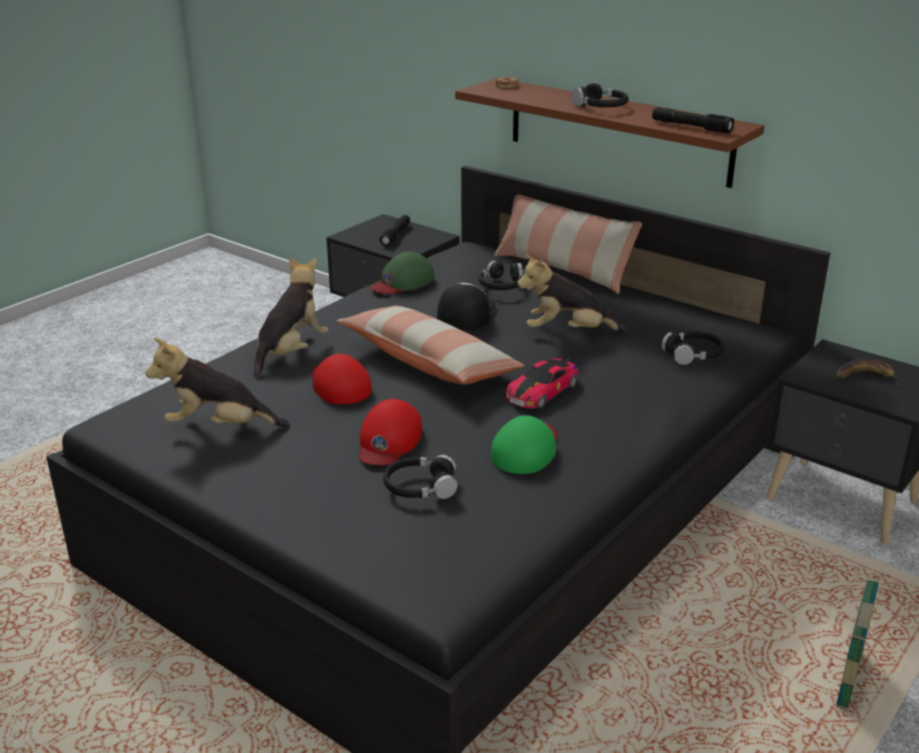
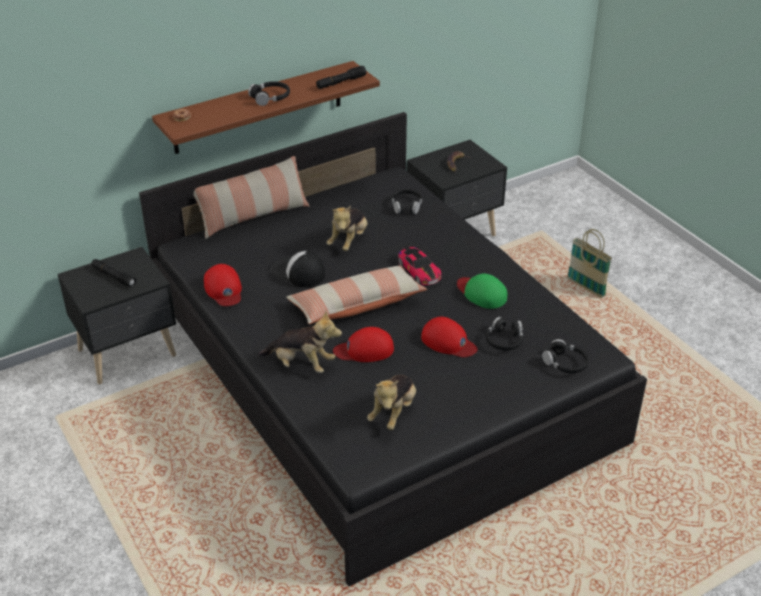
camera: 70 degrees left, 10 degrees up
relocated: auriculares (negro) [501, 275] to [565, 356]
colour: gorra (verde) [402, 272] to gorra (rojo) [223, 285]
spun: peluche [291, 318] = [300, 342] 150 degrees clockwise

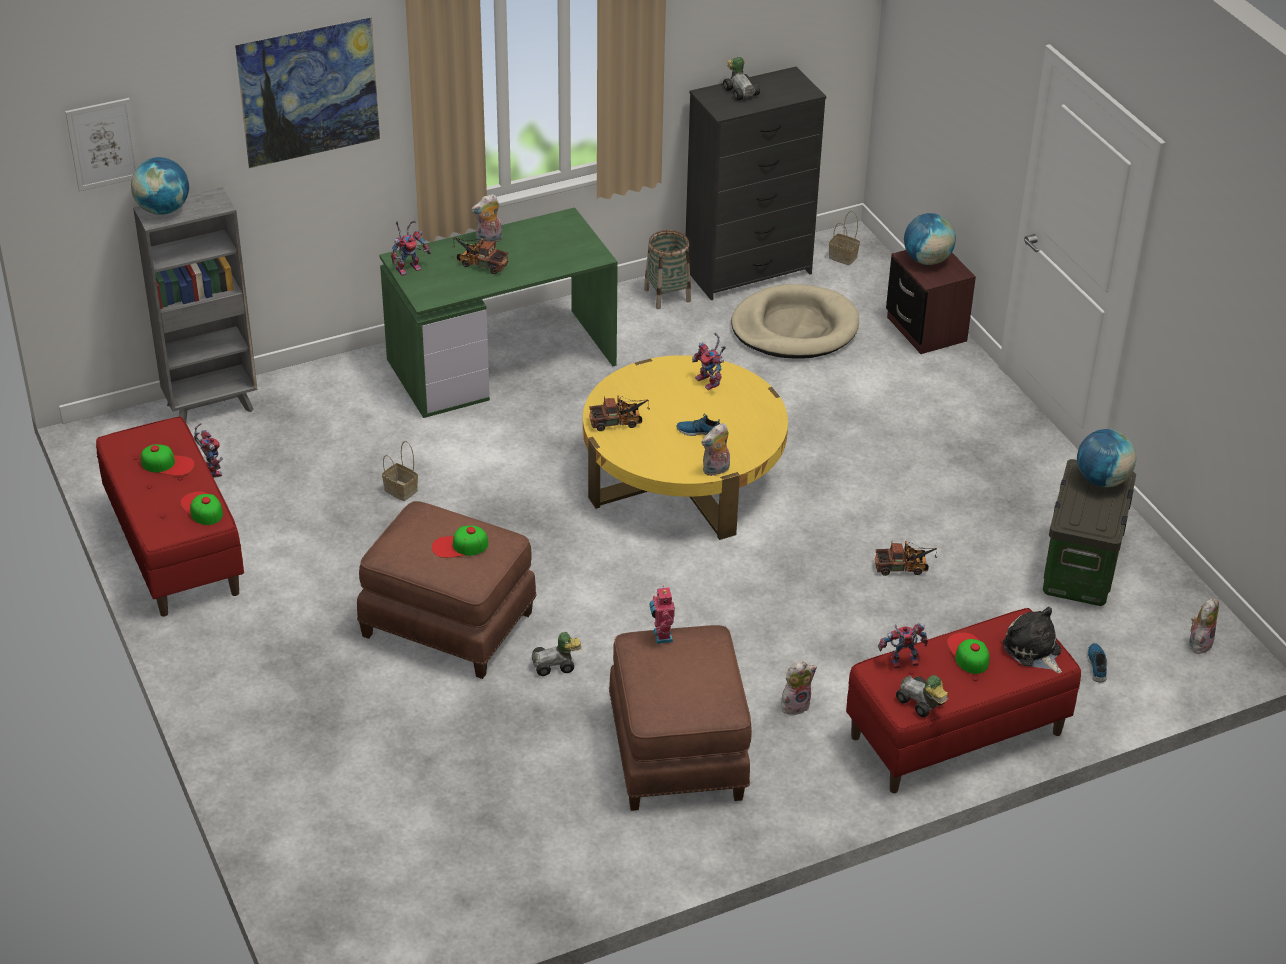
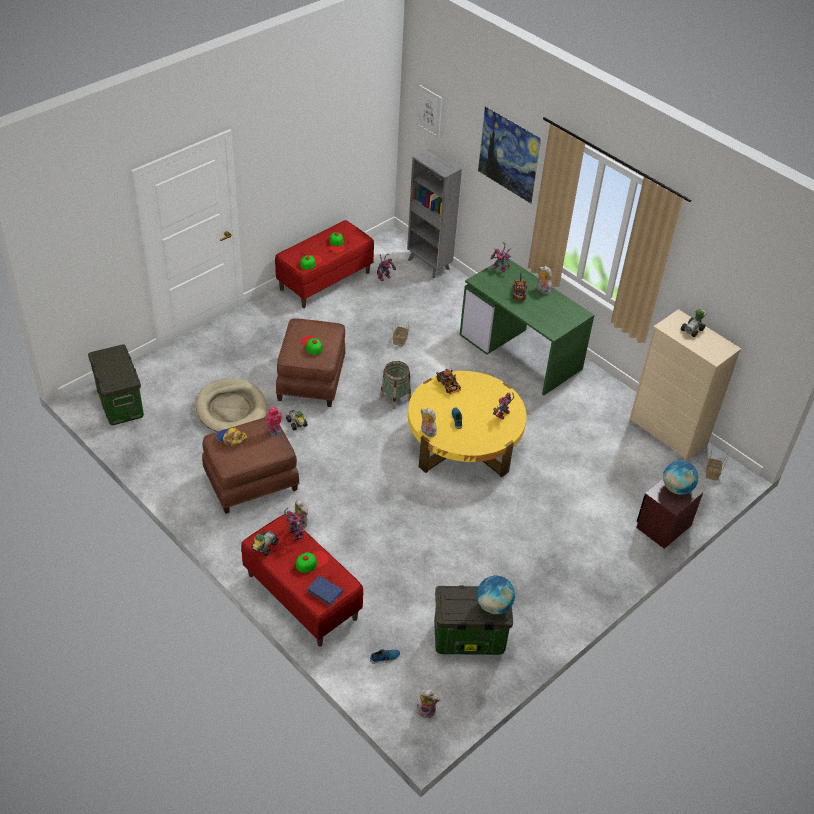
camera: 70 degrees right, 5 degrees up
missing: globo terráqueo [160, 186]; camión de juguete [906, 558]
appeared: caja de almacenaje [116, 384]; gorra [232, 437]
relocated: cesta [667, 269] to [395, 385]; cama para perro (beis) [795, 321] to [232, 405]
exchanged: peluche [1032, 640] to libro (azul) [325, 590]
colour: cómoda (negro) [756, 183] to cómoda (beis) [684, 385]

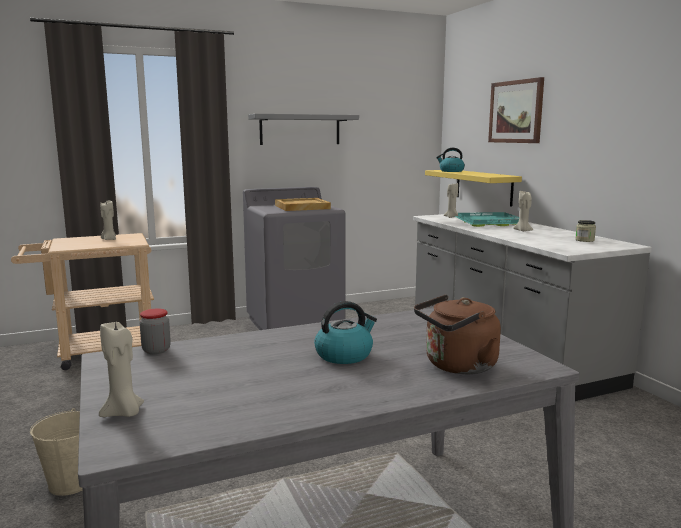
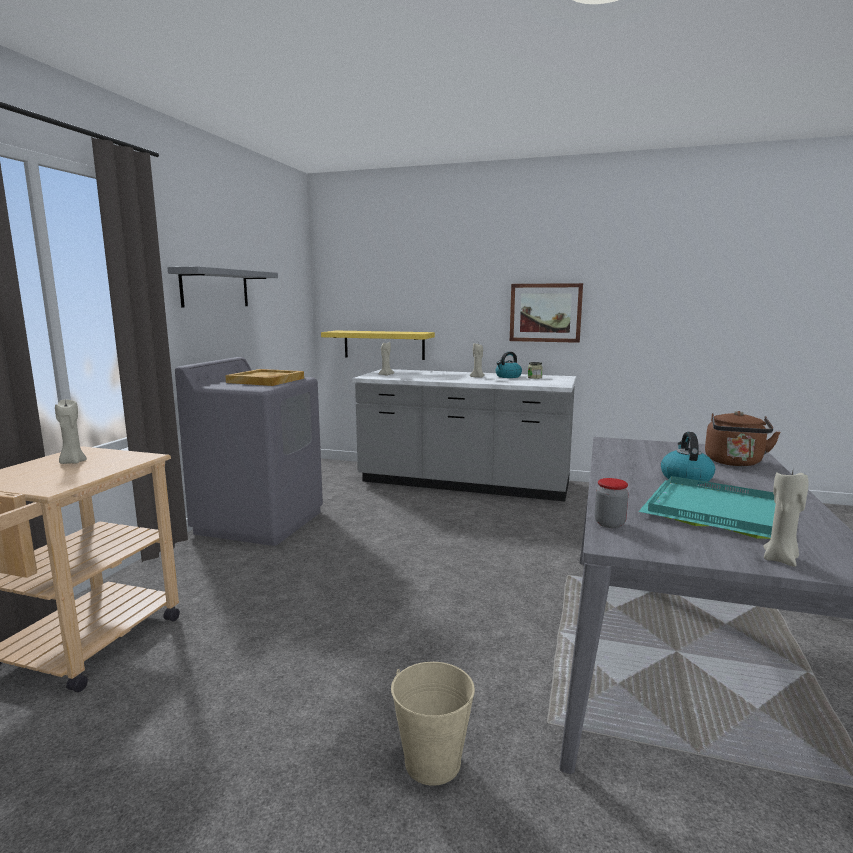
camera: 50 degrees left, 0 degrees up
relocated: hervidor [450, 160] to [508, 365]; bandeja (turquesa) [486, 219] to [707, 507]; cuadro [516, 110] to [546, 313]

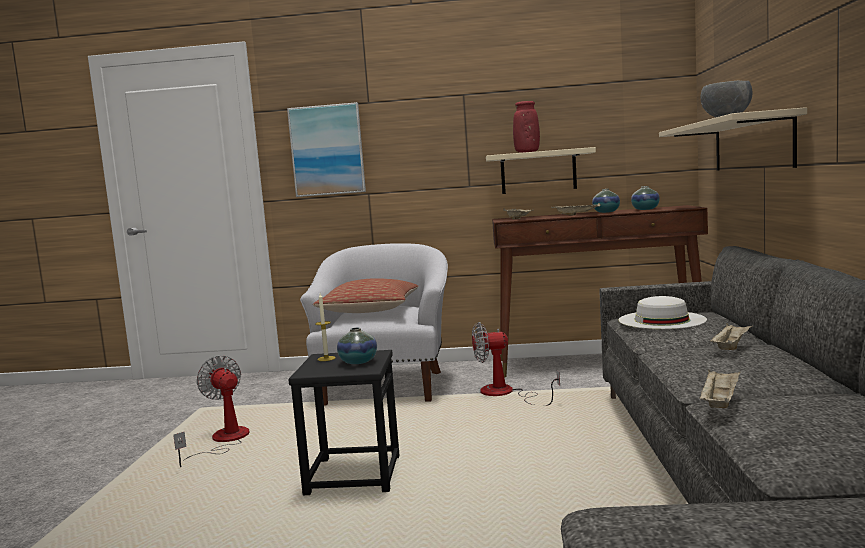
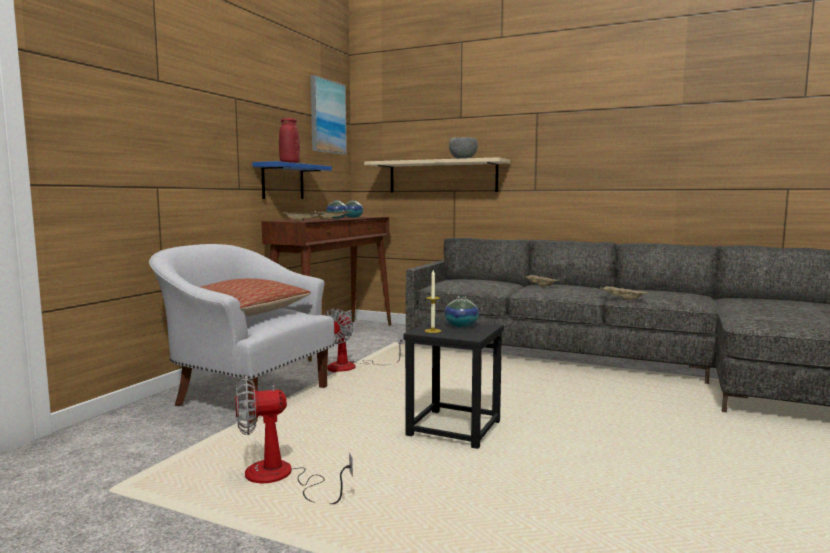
camera: 70 degrees left, 0 degrees up
missing: sombrero (blanco) [662, 312]
relocated: cuadro [326, 149] to [328, 115]
colour: estante (beis) [541, 170] to estante (azul) [292, 180]

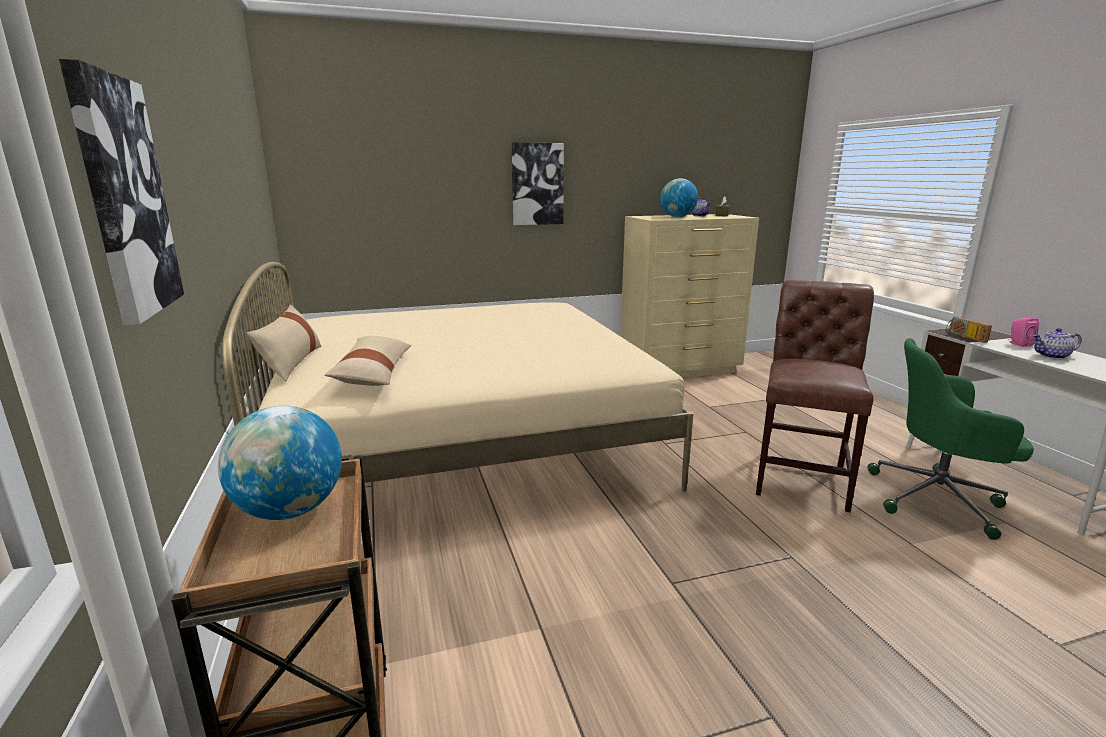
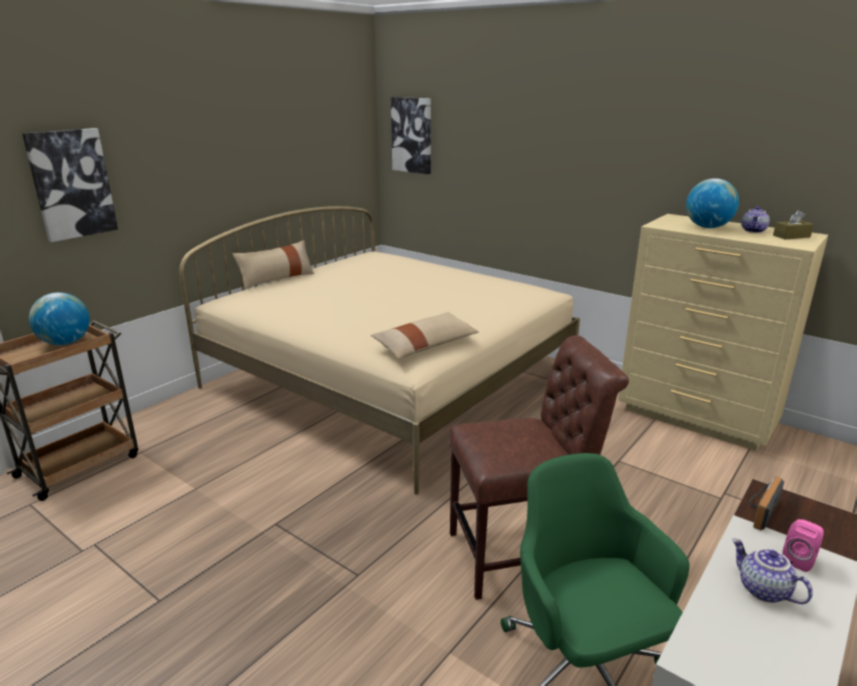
camera: 55 degrees right, 5 degrees up
relocated: cojín (beis) [367, 361] to [424, 335]; cuadro [538, 183] to [411, 135]

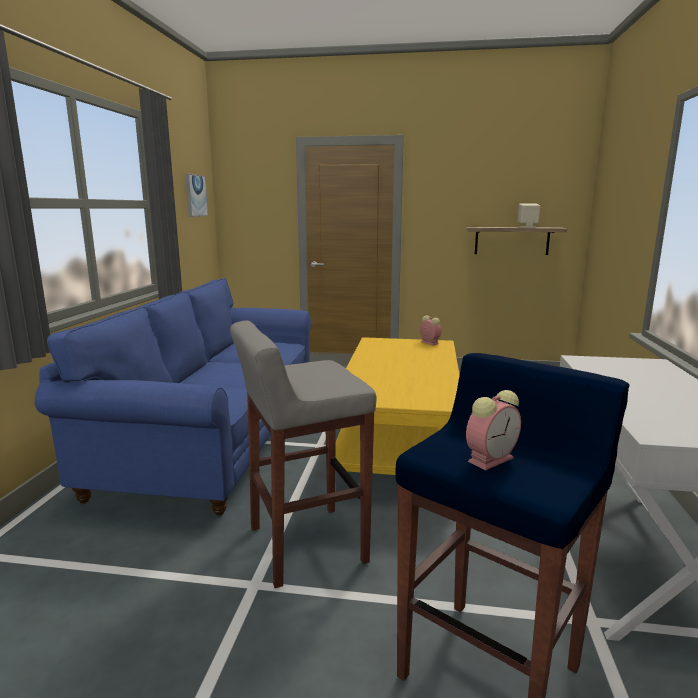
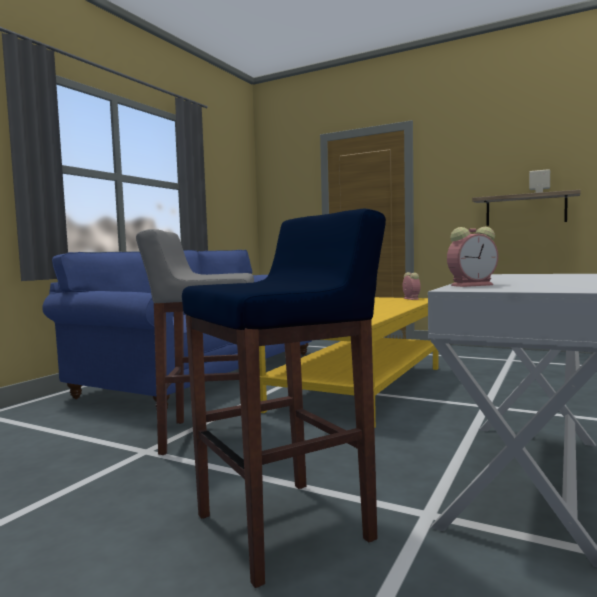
camera: 20 degrees right, 10 degrees down
missing: cuadro [196, 195]
relocated: despertador [493, 430] to [472, 257]

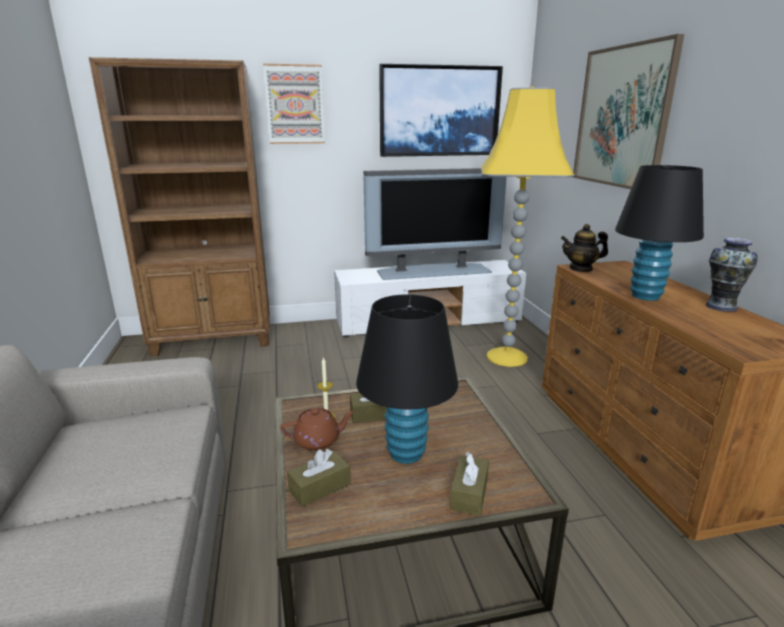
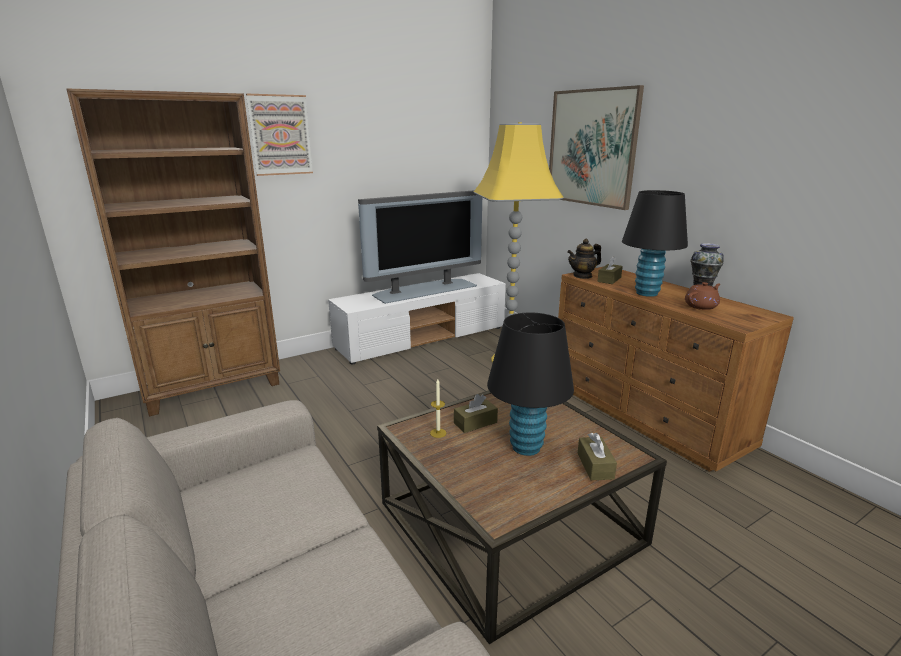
camera: 20 degrees left, 0 degrees up
missing: cuadro [441, 110]
relocated: tetera (marrón) [317, 429] to [702, 296]; caja de pañuelos (marrón) [319, 478] to [610, 270]

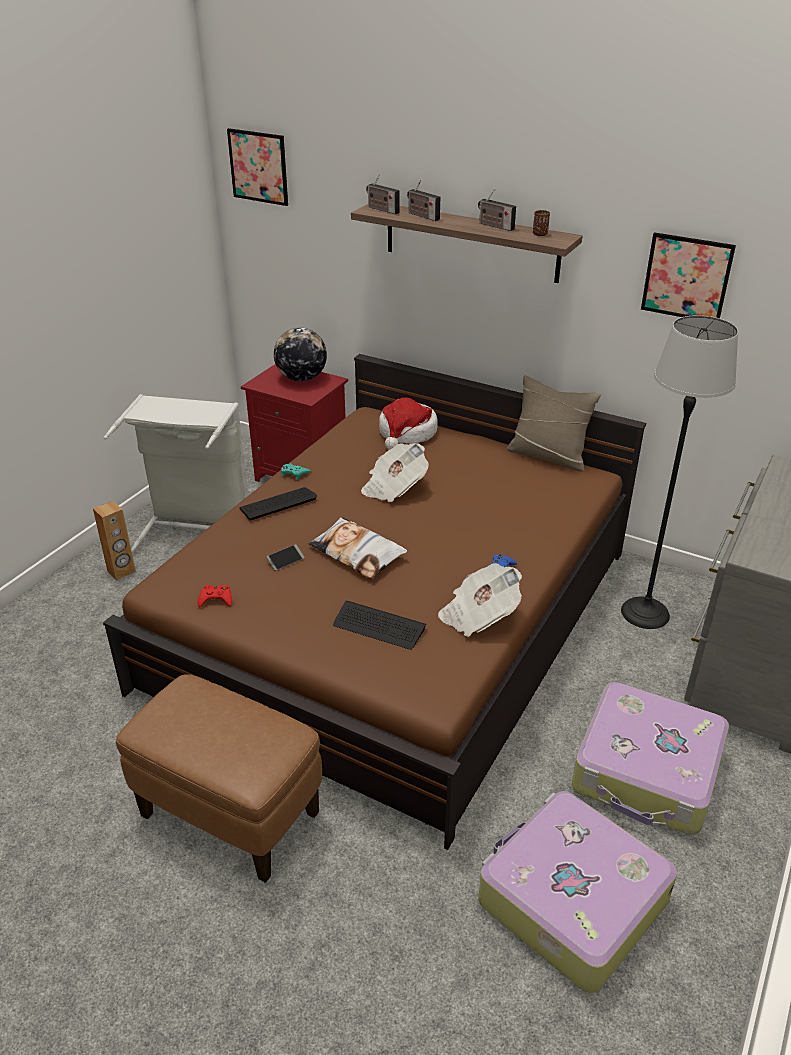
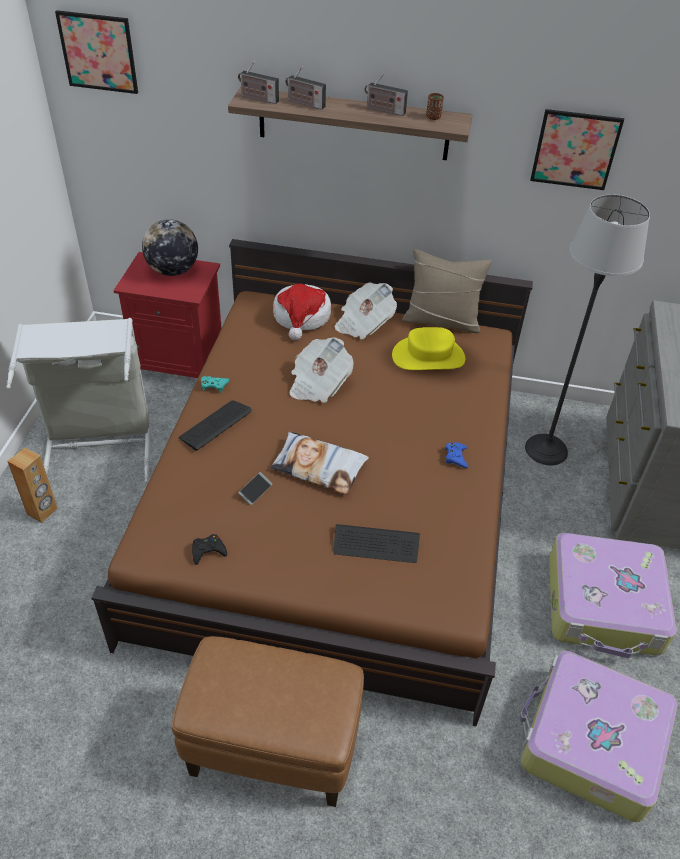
camera: 20 degrees left, 10 degrees up
appeared: sombrero (amarillo) [428, 348]
relocated: periódico [480, 600] to [366, 310]
colour: mando de consola (rojo) [215, 596] to mando de consola (negro) [209, 549]

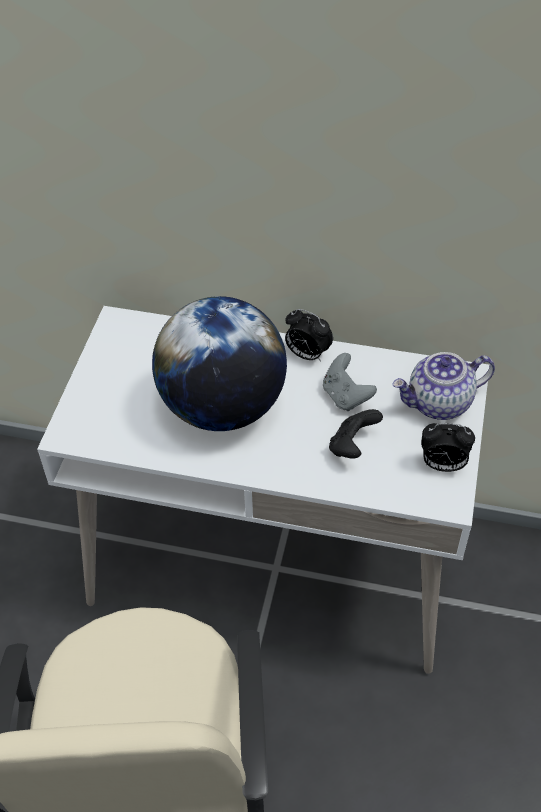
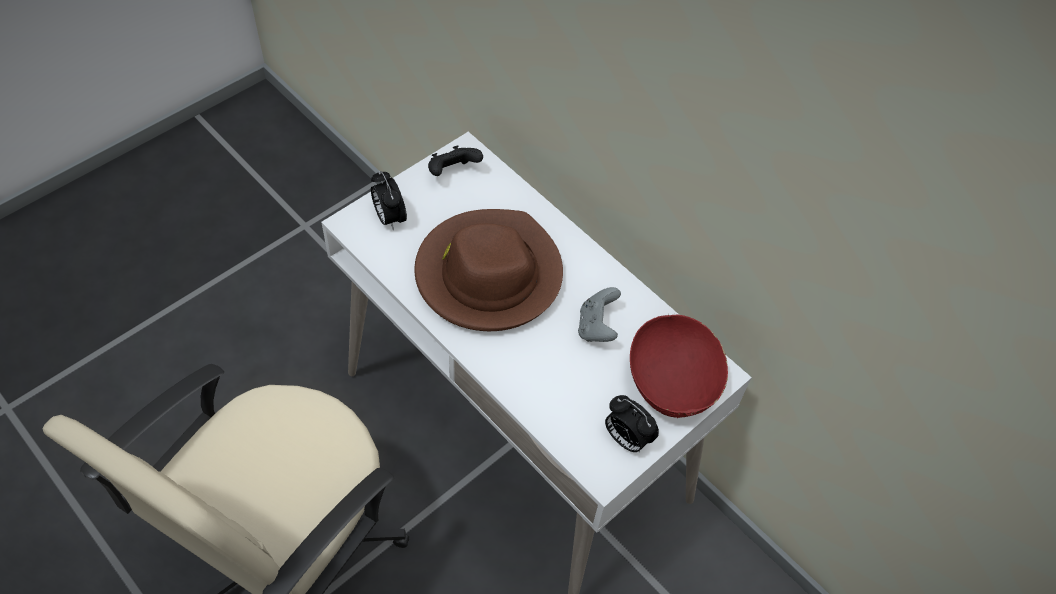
camera: 30 degrees right, 5 degrees up
relocated: despertador [309, 335] to [389, 200]; mando de consola (negro) [356, 434] to [455, 160]
exchanged: globo terráqueo [219, 363] to sombrero (marrón) [489, 270]; tetera [443, 386] to cuenco (rojo) [679, 366]

